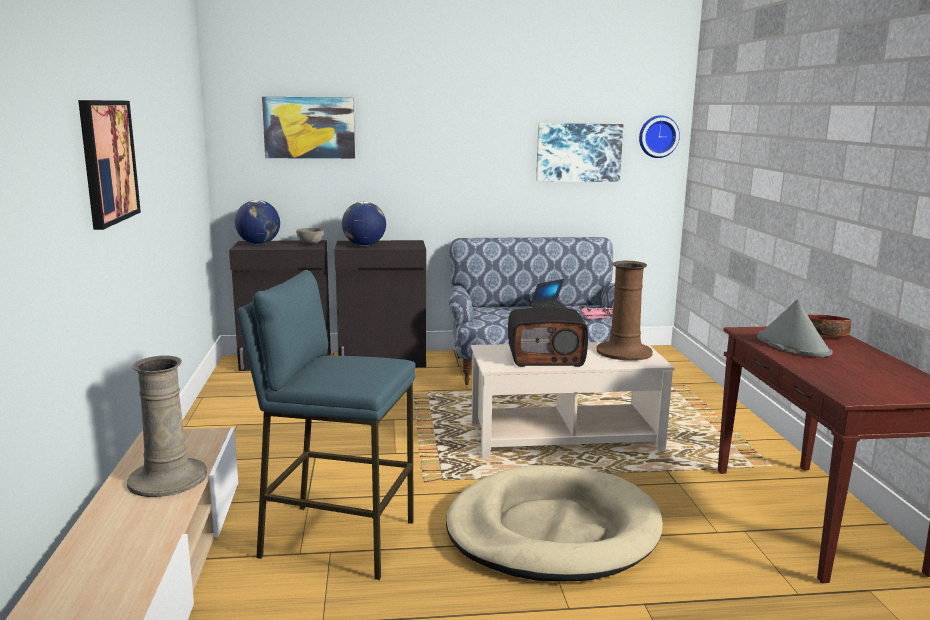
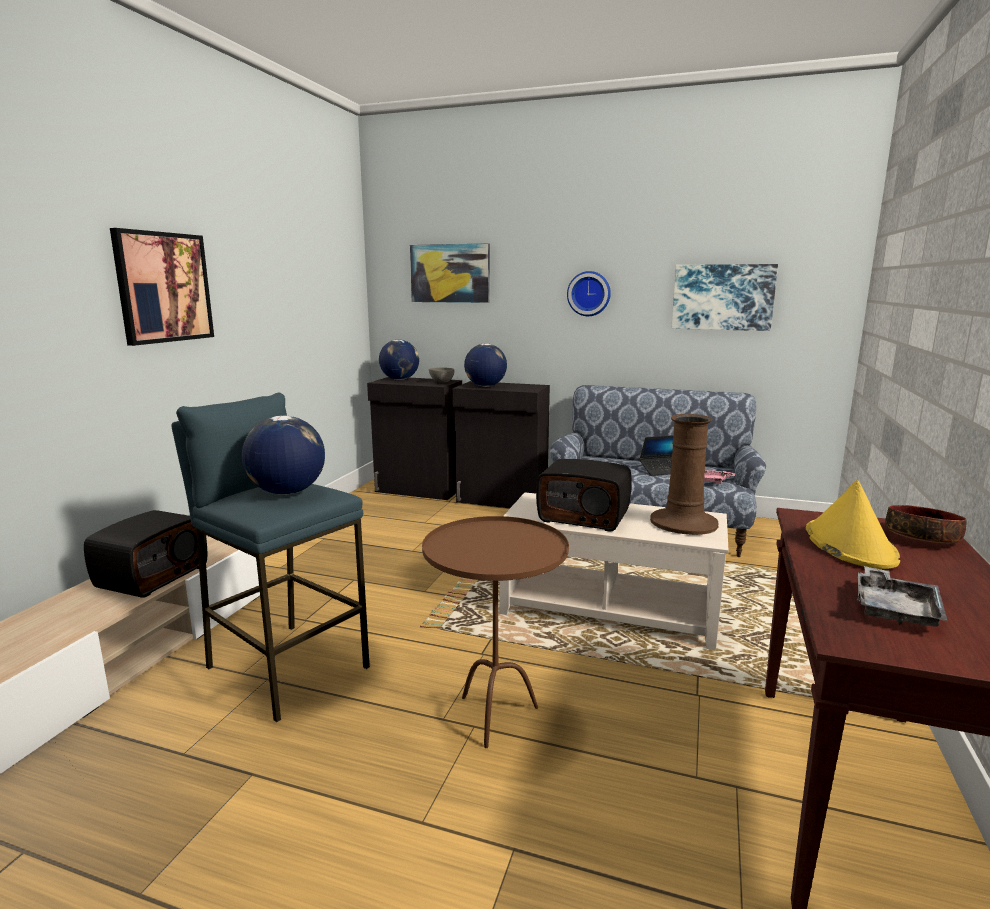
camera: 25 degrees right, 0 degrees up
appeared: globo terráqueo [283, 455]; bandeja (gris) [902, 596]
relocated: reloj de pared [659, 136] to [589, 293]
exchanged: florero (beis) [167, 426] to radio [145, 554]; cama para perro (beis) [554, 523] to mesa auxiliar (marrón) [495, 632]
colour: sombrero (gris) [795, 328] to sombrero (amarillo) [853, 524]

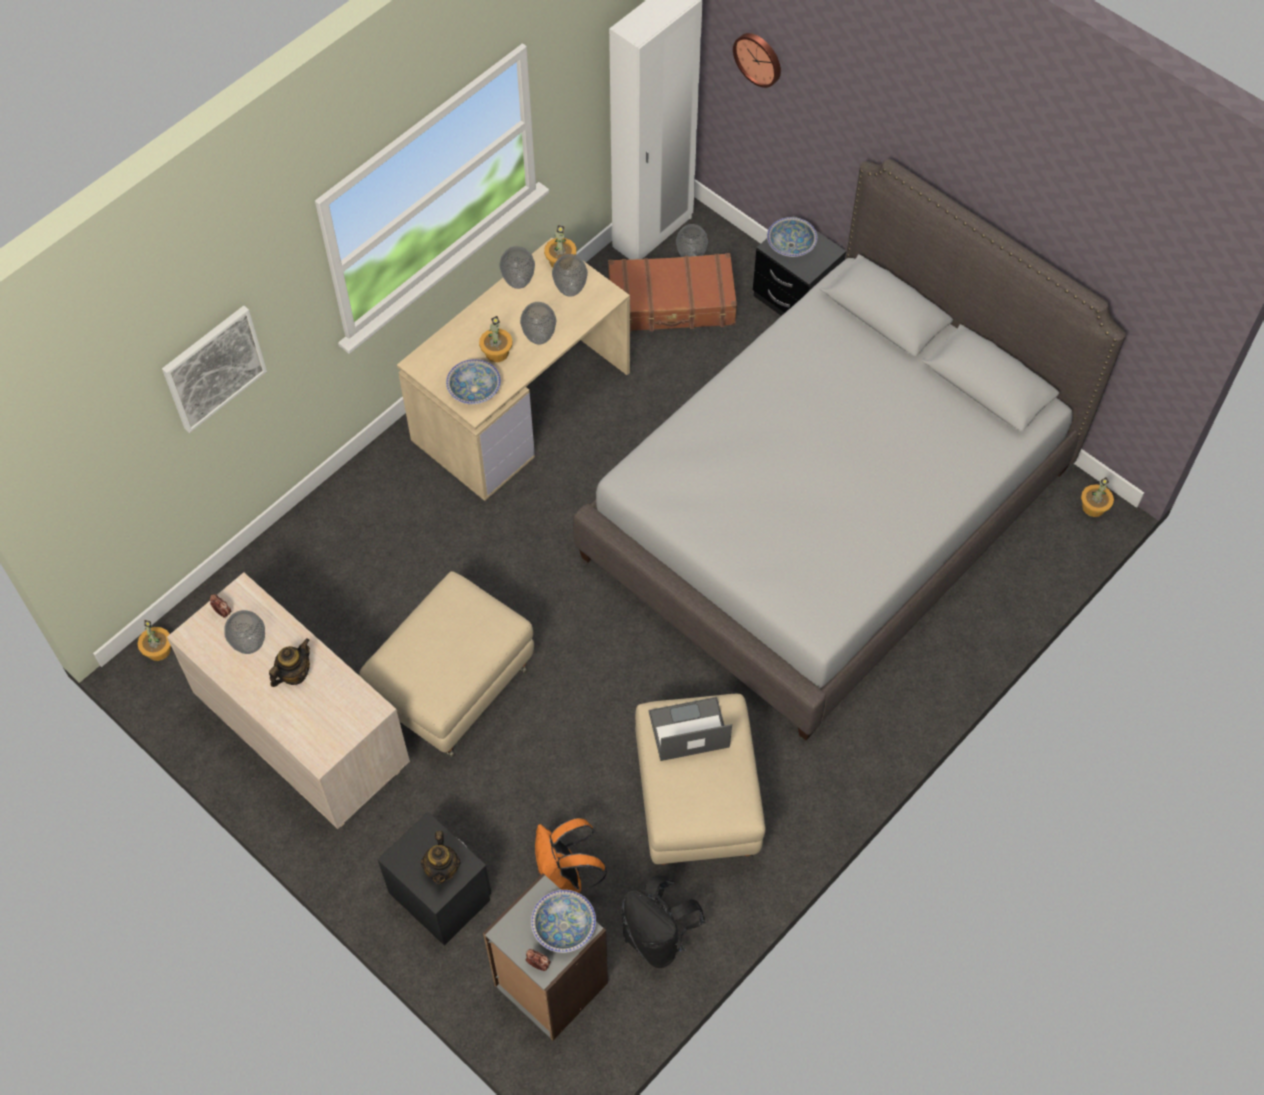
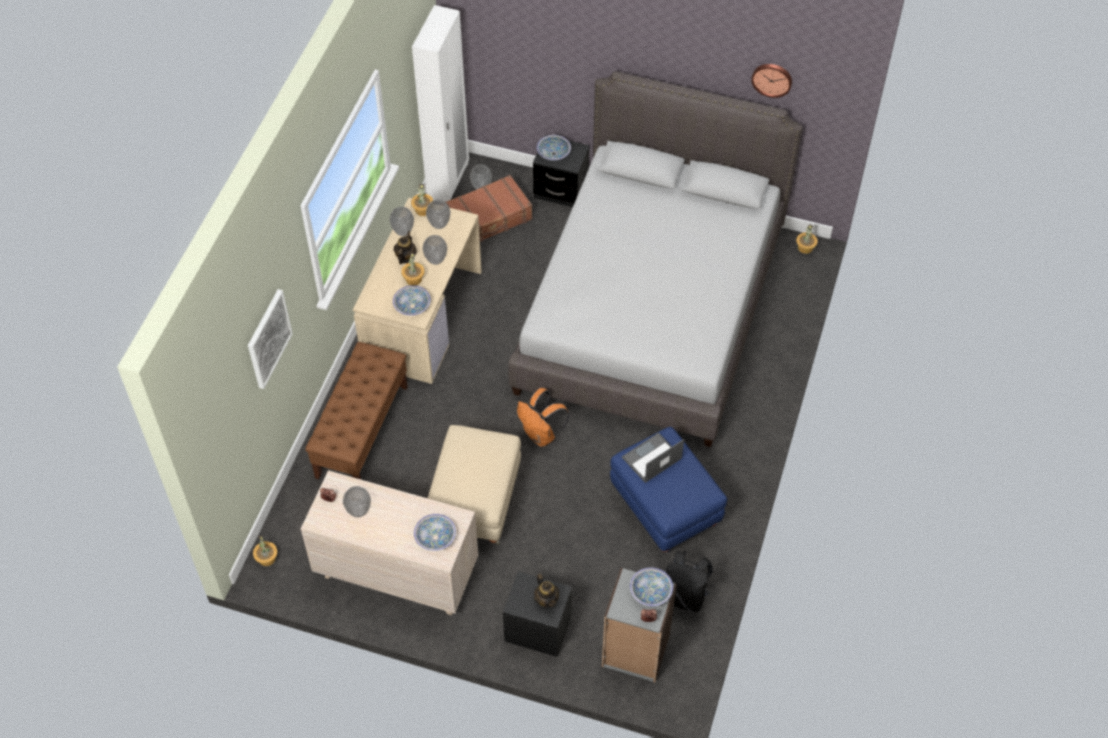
camera: 25 degrees left, 5 degrees down
appeared: banco (marrón) [356, 410]; cuenco [435, 532]
relocated: tetera [289, 662] to [405, 247]; mochila (naranja) [571, 855] to [543, 417]; reloj de pared [757, 60] to [771, 81]
colour: puf (beis) [700, 779] to puf (azul) [668, 489]

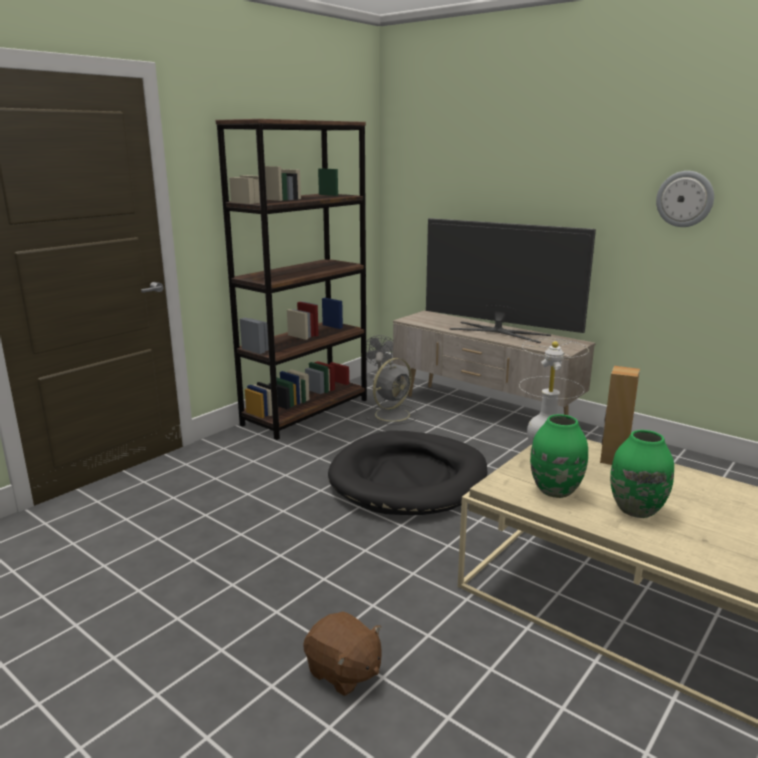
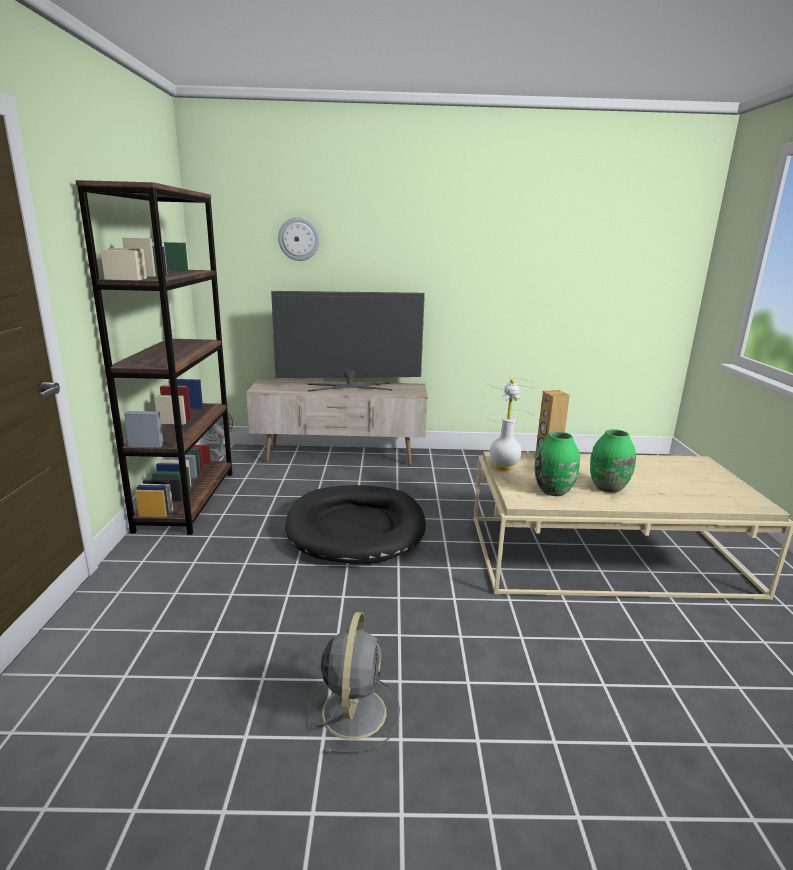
camera: 40 degrees left, 0 degrees up
missing: peluche (marrón) [342, 653]
relocated: ventilador (gris) [392, 391] to [354, 683]; reloj de pared [685, 199] to [299, 239]

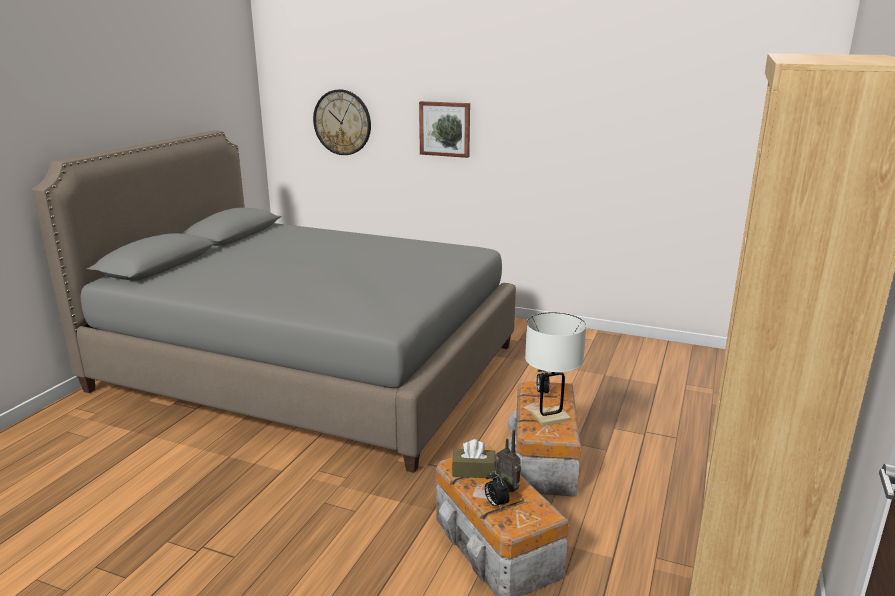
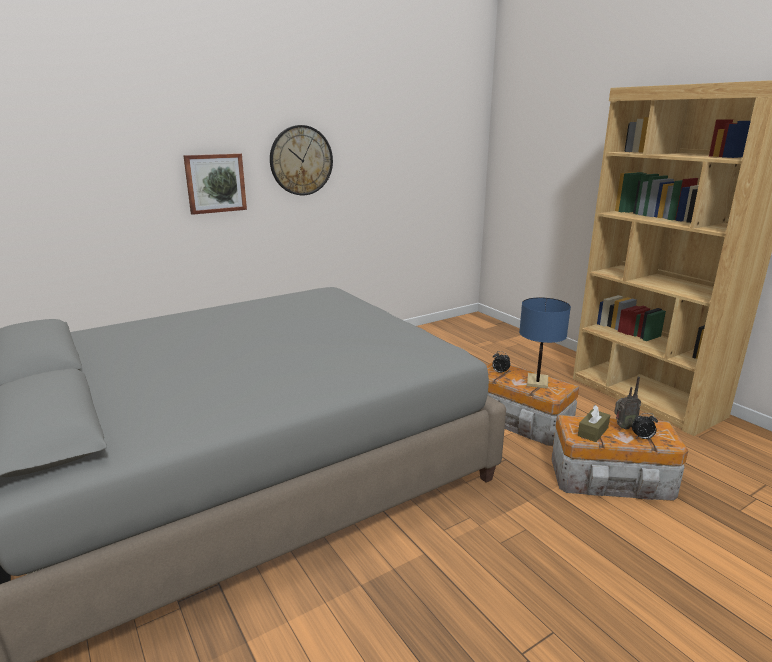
camera: 55 degrees left, 0 degrees up
relocated: reloj de pared [342, 122] to [301, 160]
colour: lámpara de mesa (blanco) [555, 369] to lámpara de mesa (azul) [545, 343]

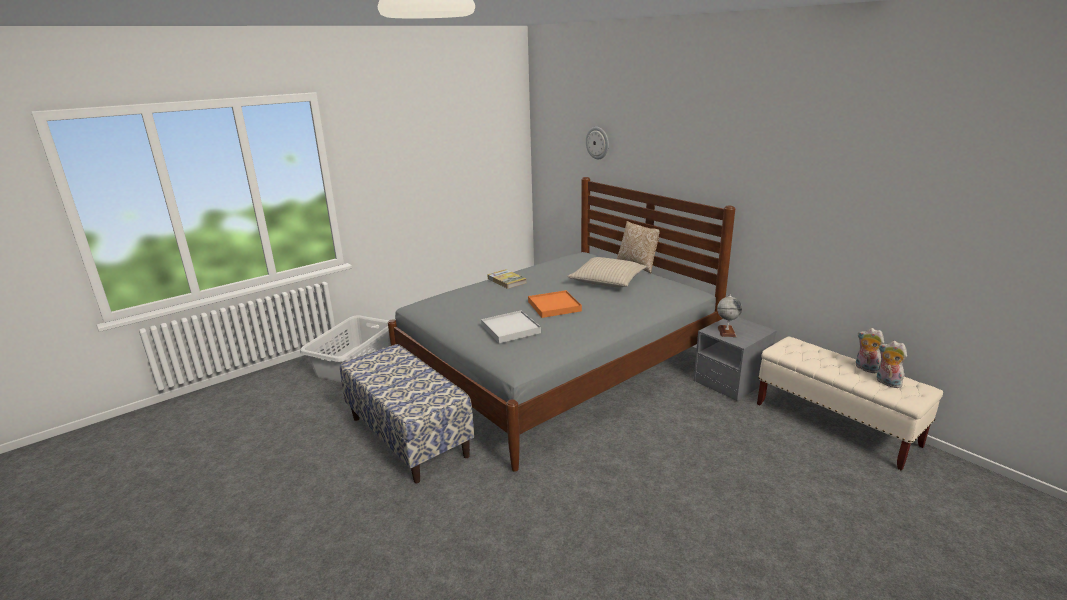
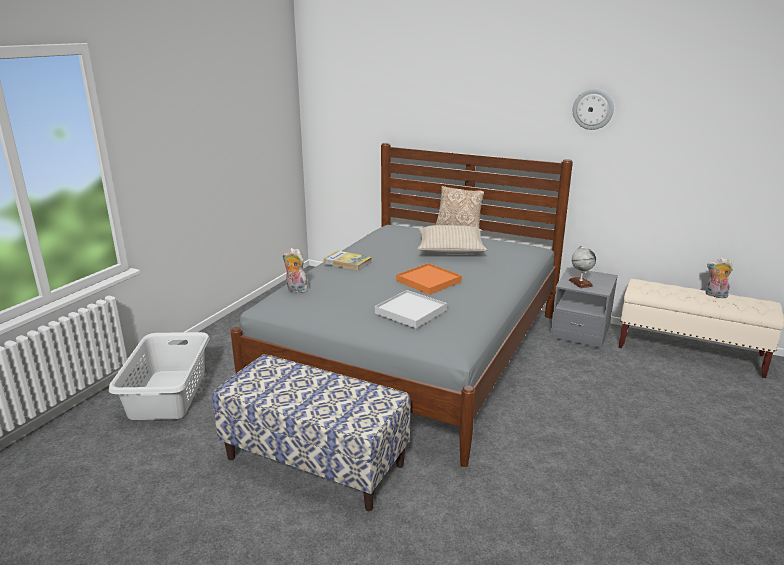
camera: 25 degrees left, 0 degrees up
relocated: reloj de pared [597, 143] to [593, 109]; peluche [892, 364] to [295, 270]

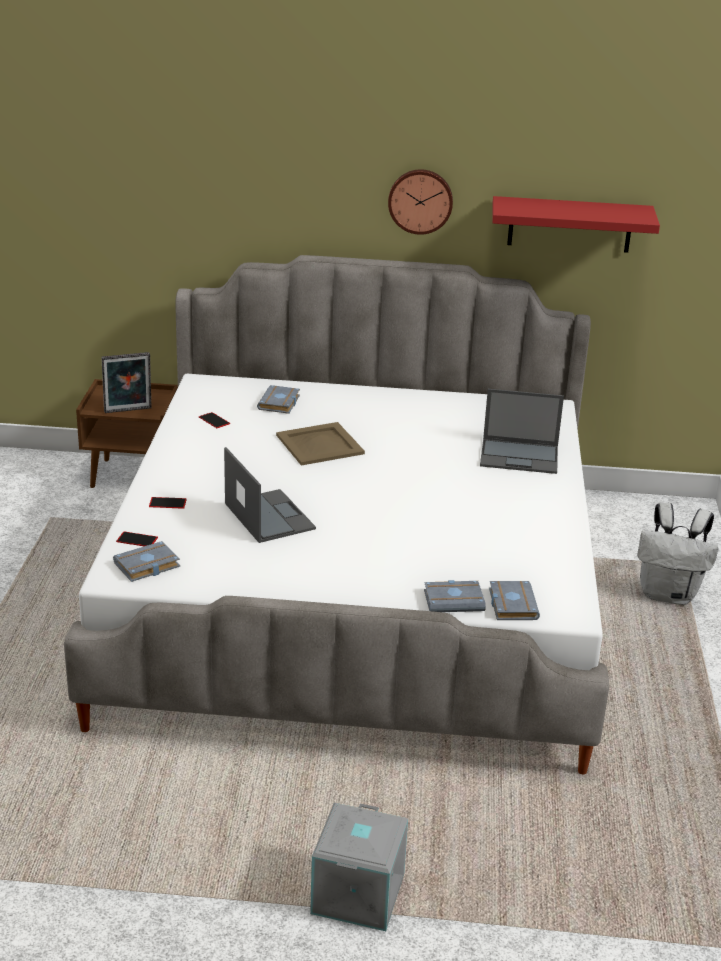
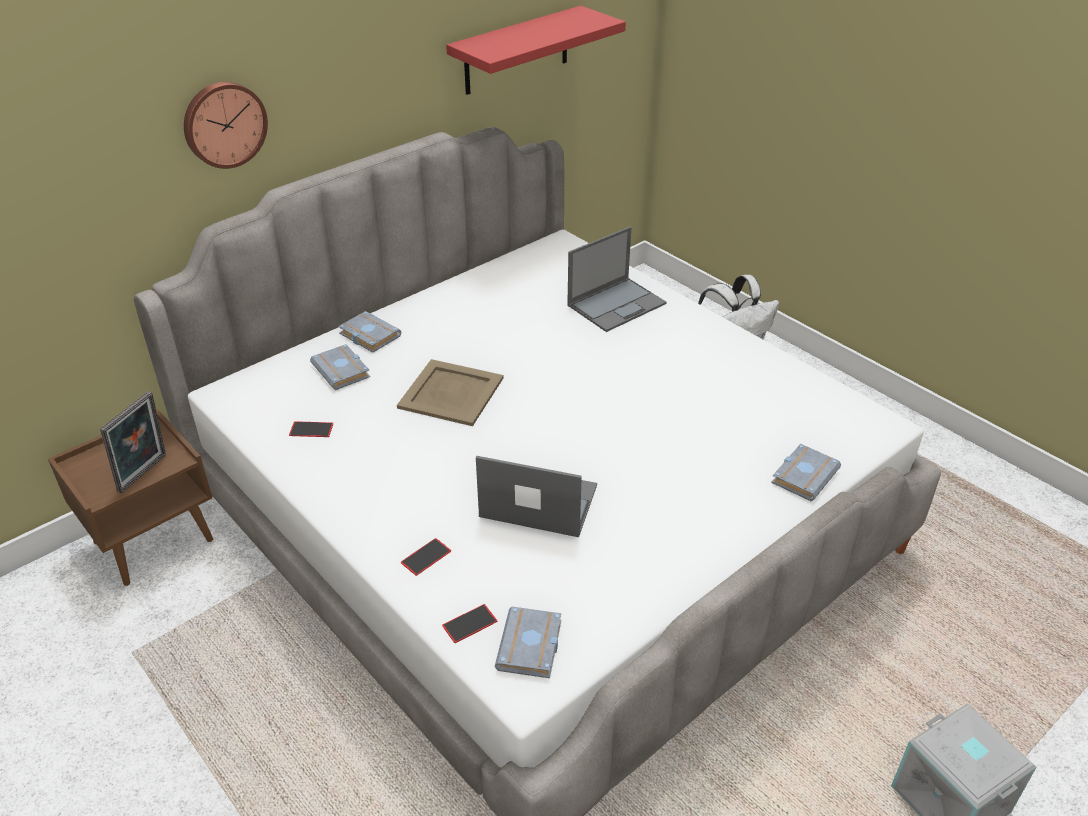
camera: 45 degrees left, 10 degrees up
relocated: reloj de pared [420, 202] to [226, 125]; libro (gris) [514, 600] to [369, 332]

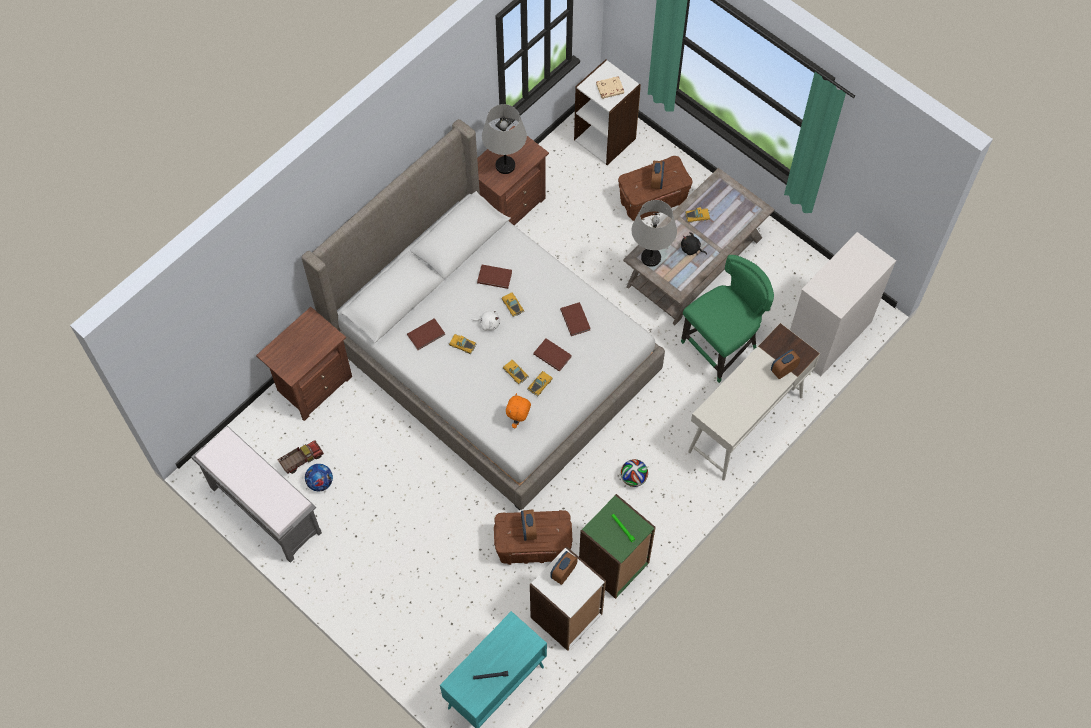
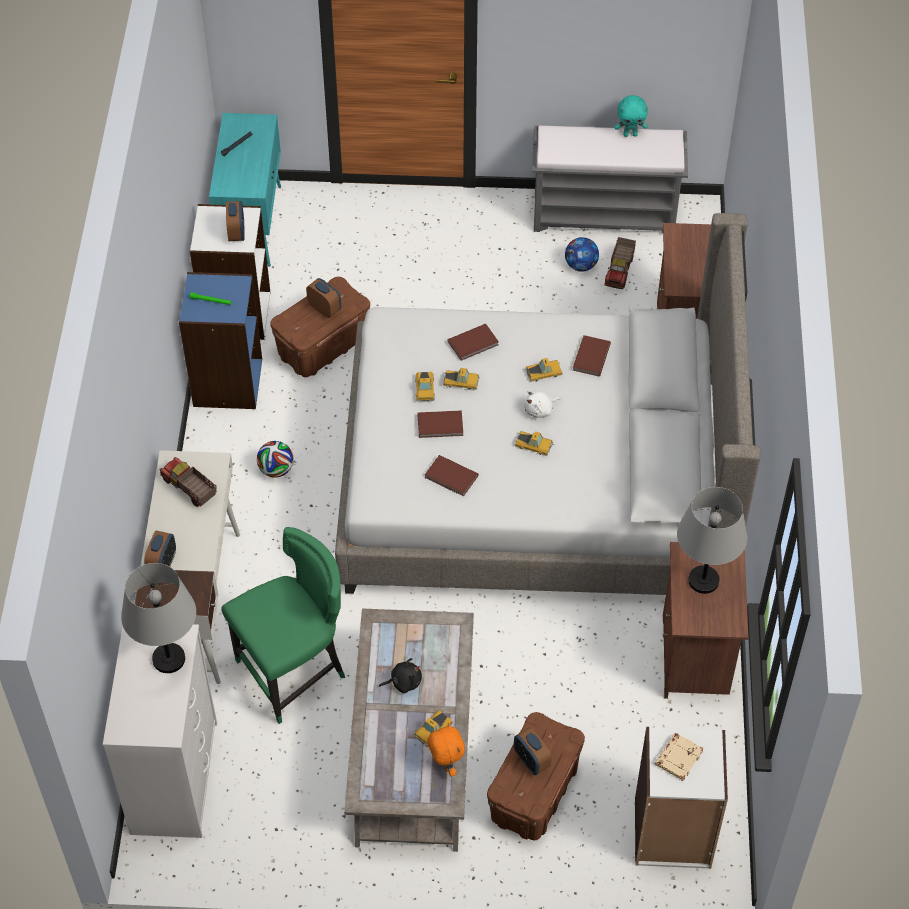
camera: 140 degrees right, 10 degrees down
appeared: camión de juguete [188, 482]; peluche (turquesa) [631, 116]
relocated: libro (marrón) [494, 277] to [473, 342]; peluche (naranja) [518, 410] to [446, 749]; lámpara de mesa (gris) [654, 233] to [158, 618]
colour: estantería (verde) [617, 546] to estantería (azul) [220, 340]
spun: silla (verde) [727, 319] = [283, 625] 135 degrees counterclockwise

